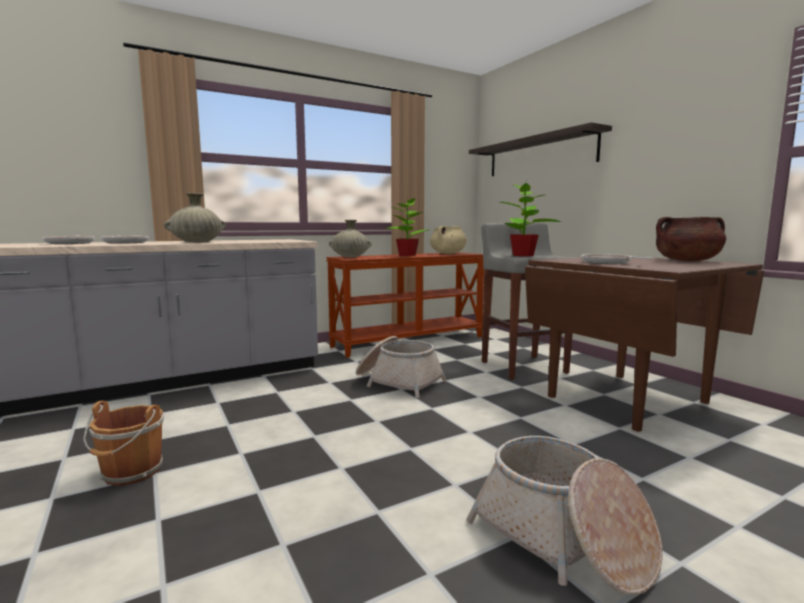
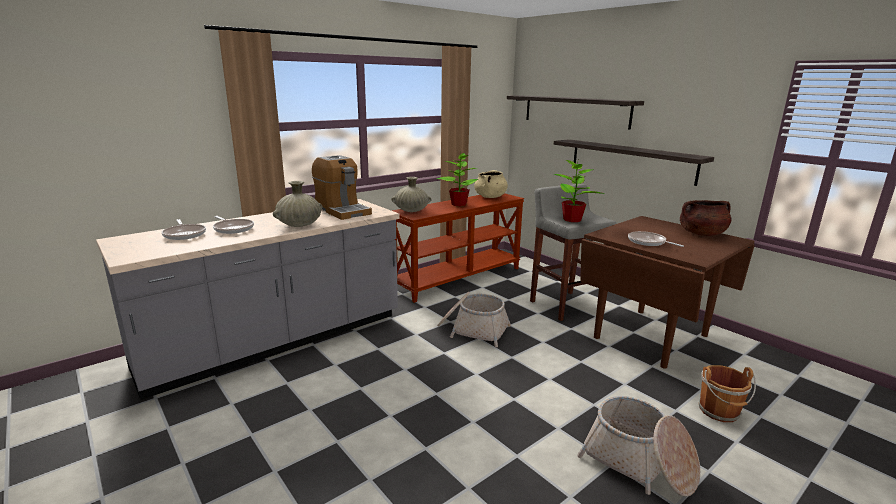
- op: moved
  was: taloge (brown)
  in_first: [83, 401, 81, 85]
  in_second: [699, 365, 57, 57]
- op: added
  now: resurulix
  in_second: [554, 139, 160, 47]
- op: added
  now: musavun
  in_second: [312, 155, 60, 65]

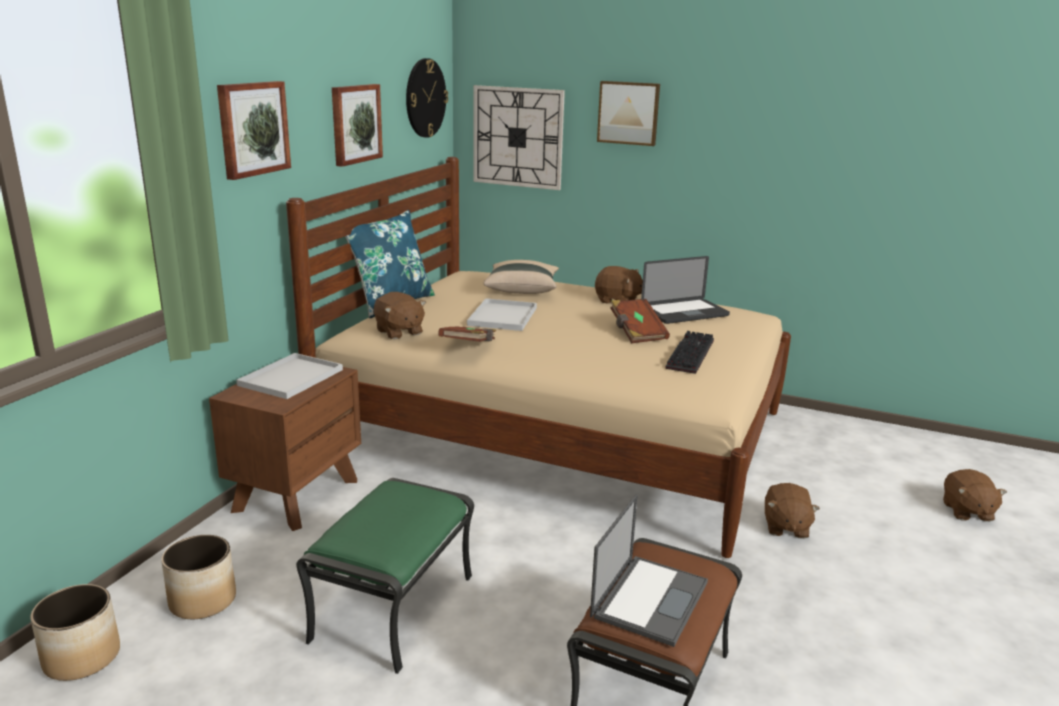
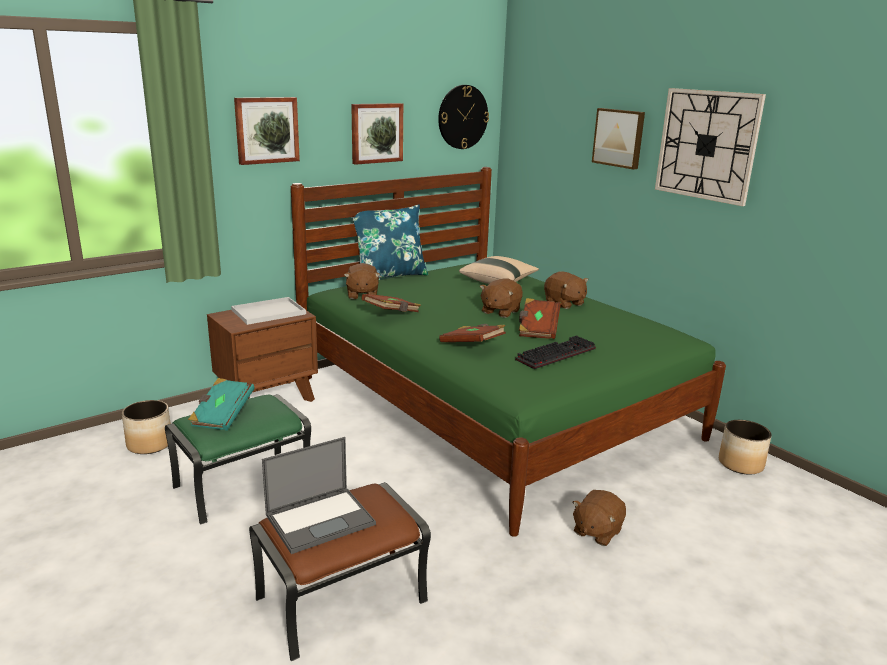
- op: moved
  was: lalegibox
  in_first: [473, 85, 92, 105]
  in_second: [655, 88, 111, 118]
- op: recoloured
  was: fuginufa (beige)
  now: fuginufa (green)
  in_first: [286, 157, 505, 401]
  in_second: [291, 167, 435, 370]
- op: removed
  was: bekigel
  in_first: [641, 256, 89, 68]
- op: removed
  was: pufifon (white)
  in_first: [467, 298, 70, 33]
- op: moved
  was: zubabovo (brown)
  in_first: [943, 469, 64, 53]
  in_second: [480, 279, 43, 39]
- op: moved
  was: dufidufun
  in_first: [30, 584, 90, 97]
  in_second: [719, 420, 53, 55]
- op: added
  now: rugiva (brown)
  in_second: [439, 324, 67, 18]
- op: added
  now: rugiva (turquoise)
  in_second: [188, 378, 67, 53]

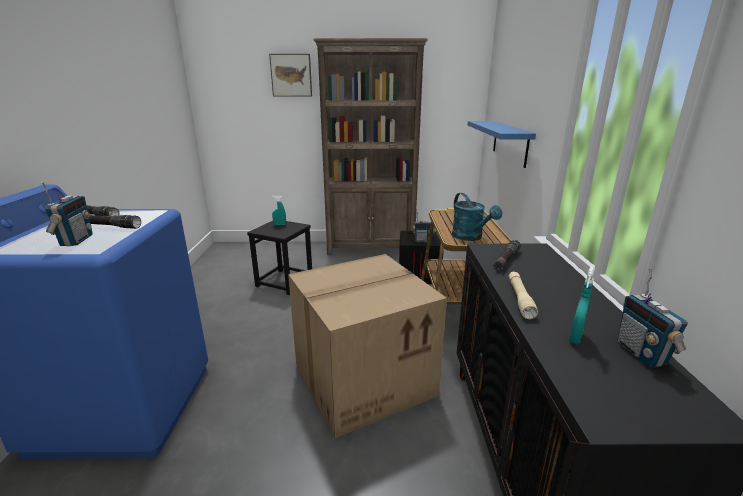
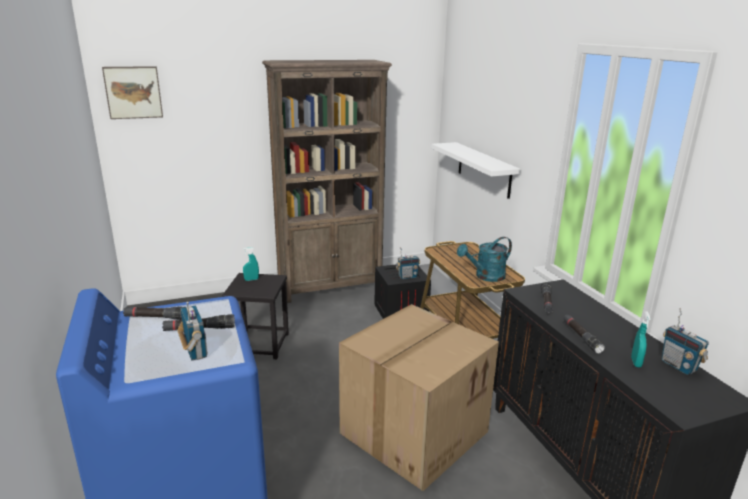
- op: moved
  was: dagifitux
  in_first: [269, 54, 43, 42]
  in_second: [102, 66, 61, 53]
- op: recoloured
  was: resurulix (blue)
  now: resurulix (white)
  in_first: [468, 121, 68, 47]
  in_second: [431, 142, 90, 57]
- op: turned
  was: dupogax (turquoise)
  in_first: [452, 193, 50, 48]
  in_second: [457, 237, 55, 45]
  clockwise: 105
- op: recoloured
  was: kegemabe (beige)
  now: kegemabe (black)
  in_first: [509, 272, 29, 47]
  in_second: [563, 315, 42, 39]

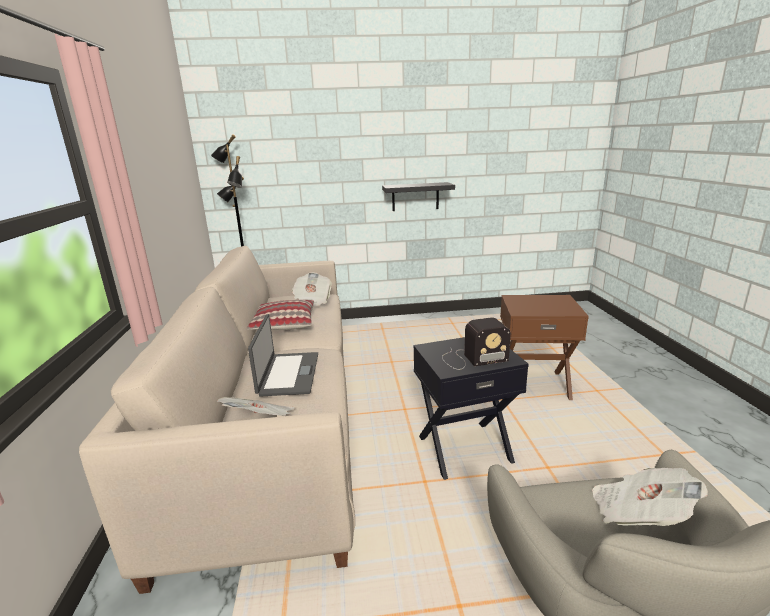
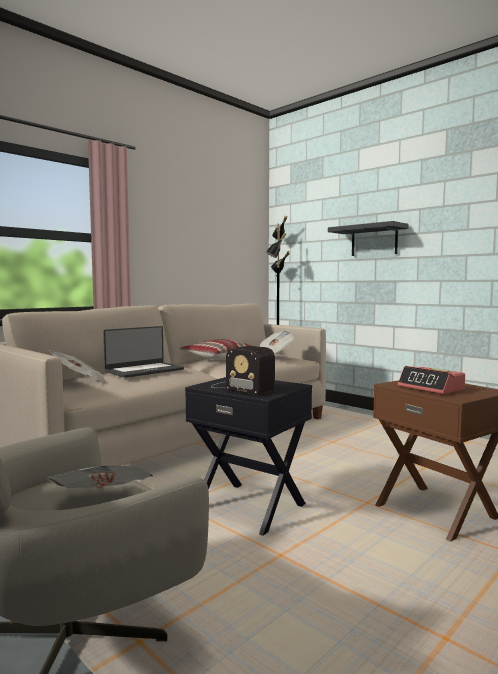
- op: moved
  was: resurulix (black)
  in_first: [382, 182, 73, 29]
  in_second: [328, 221, 80, 35]
- op: added
  now: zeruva
  in_second: [398, 366, 67, 28]

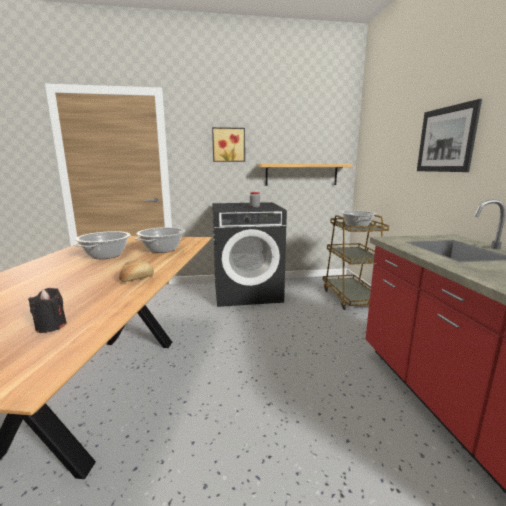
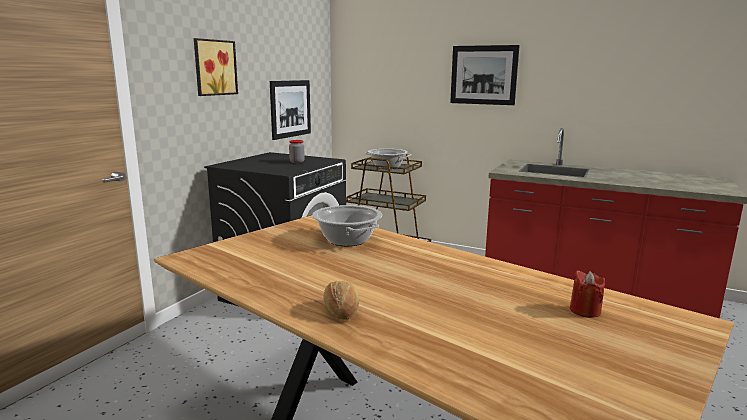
- op: replaced
  was: resurulix
  now: dagifitux
  in_first: [258, 164, 94, 22]
  in_second: [270, 80, 41, 60]
- op: removed
  was: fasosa
  in_first: [74, 231, 57, 28]
- op: moved
  was: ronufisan
  in_first: [119, 260, 35, 22]
  in_second: [323, 281, 36, 39]
- op: recoloured
  was: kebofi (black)
  now: kebofi (red)
  in_first: [28, 288, 39, 45]
  in_second: [570, 270, 35, 48]

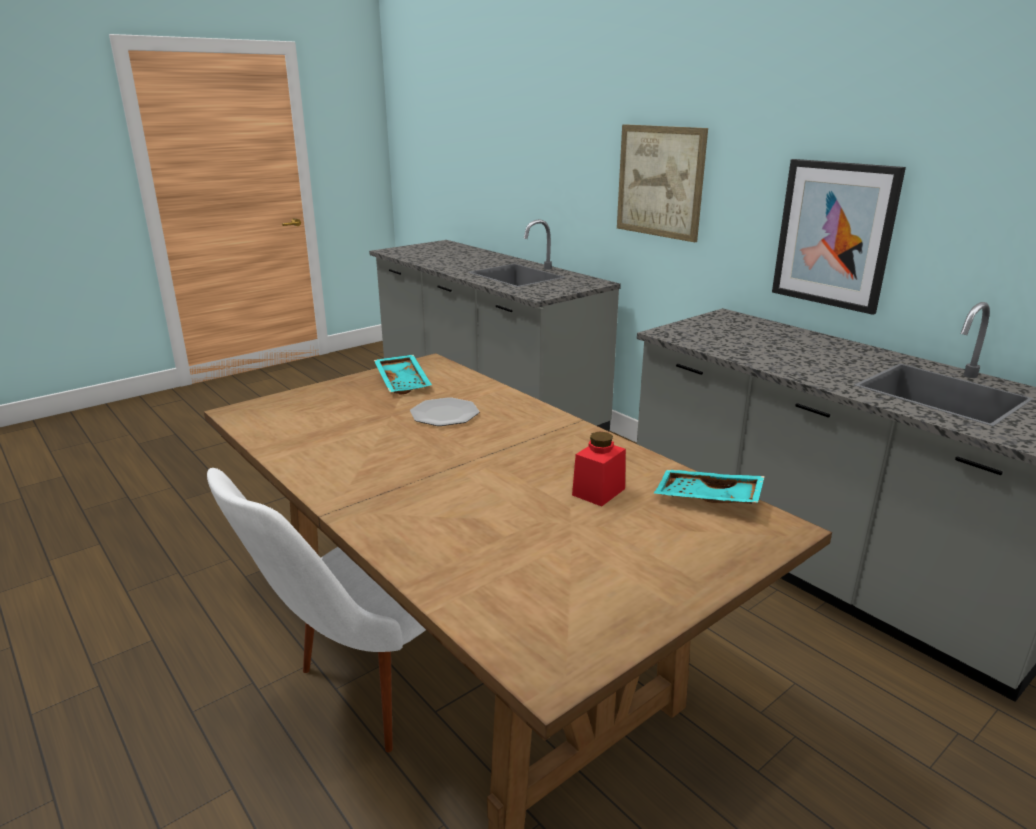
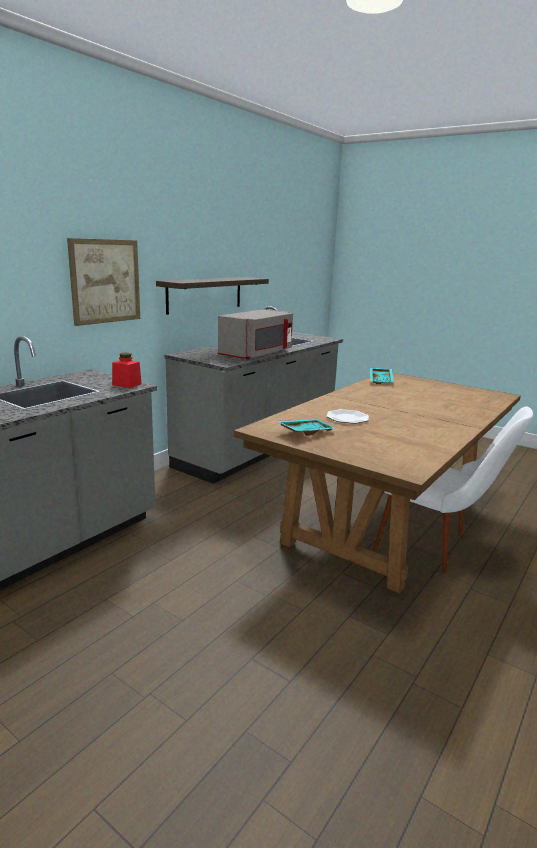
- op: replaced
  was: dagifitux
  now: resurulix
  in_first: [772, 159, 134, 156]
  in_second: [156, 277, 113, 38]
- op: moved
  was: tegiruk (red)
  in_first: [572, 431, 54, 76]
  in_second: [112, 353, 30, 35]
- op: added
  now: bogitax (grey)
  in_second: [218, 309, 75, 51]

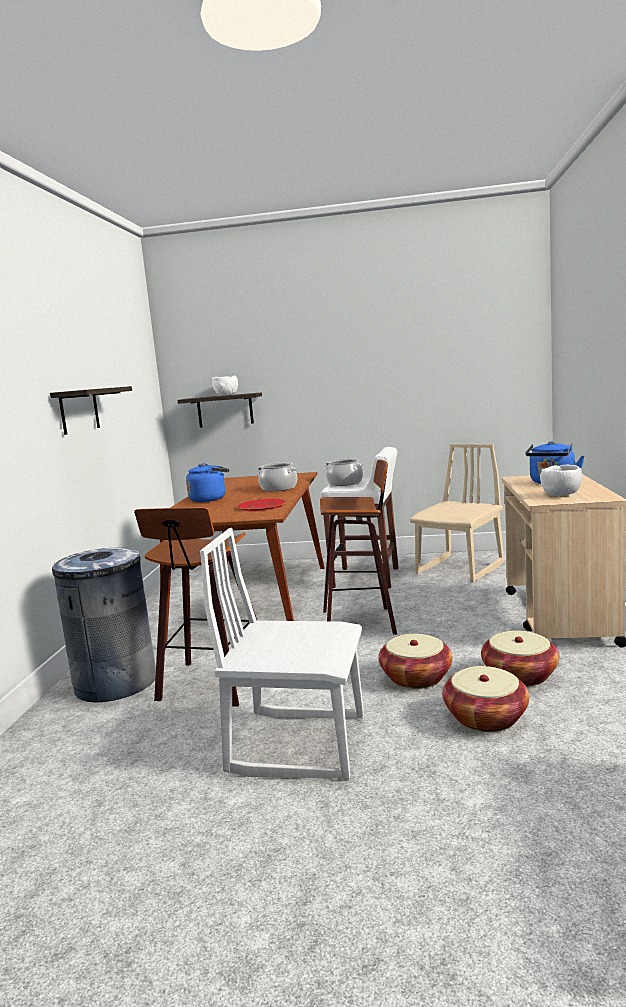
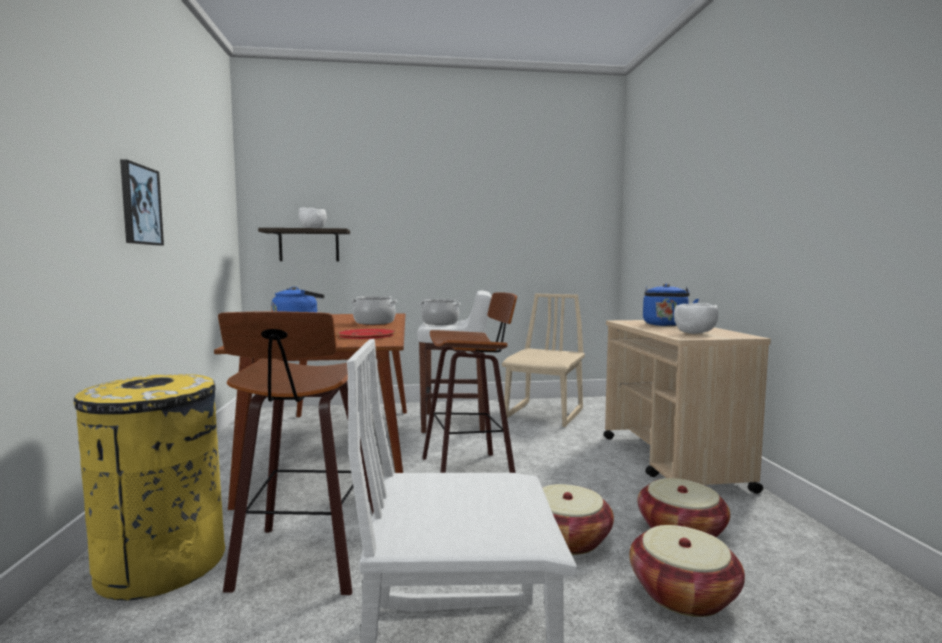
- op: replaced
  was: resurulix
  now: dagifitux
  in_first: [50, 386, 82, 49]
  in_second: [120, 159, 44, 87]
- op: recoloured
  was: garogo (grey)
  now: garogo (yellow)
  in_first: [52, 547, 104, 155]
  in_second: [74, 374, 151, 226]

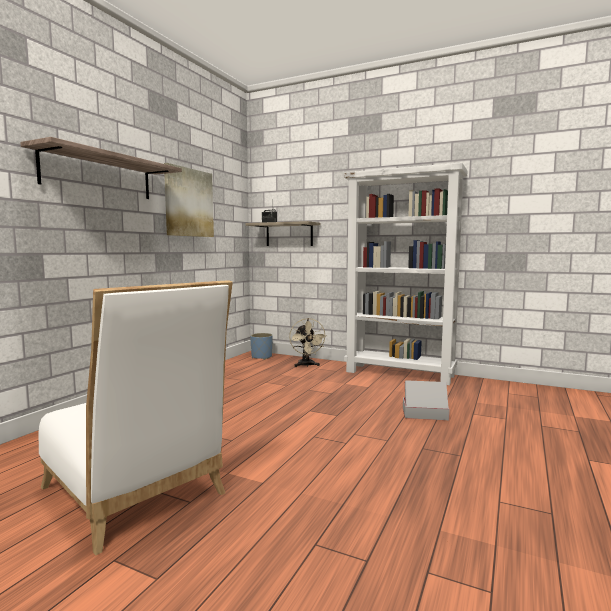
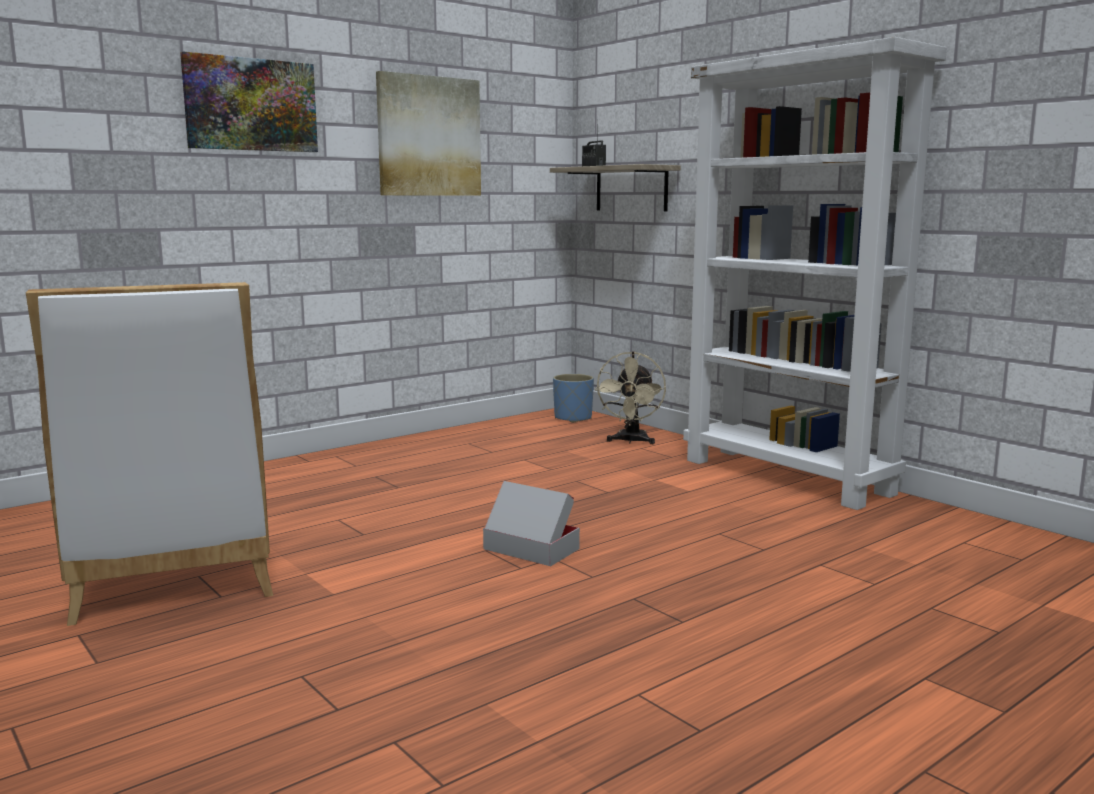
- op: replaced
  was: resurulix
  now: dagifitux
  in_first: [20, 137, 162, 62]
  in_second: [180, 51, 138, 101]
- op: moved
  was: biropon
  in_first: [403, 380, 47, 40]
  in_second: [483, 481, 97, 85]

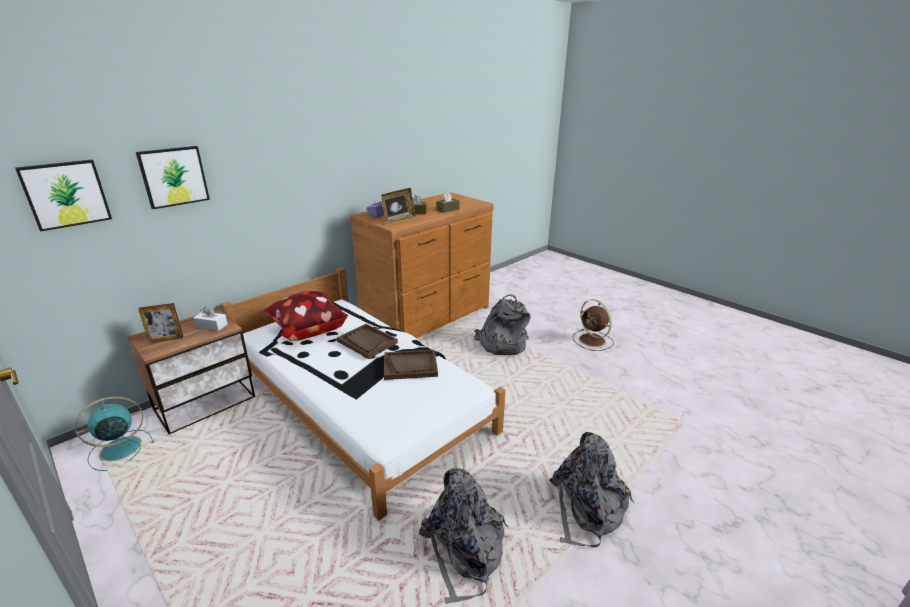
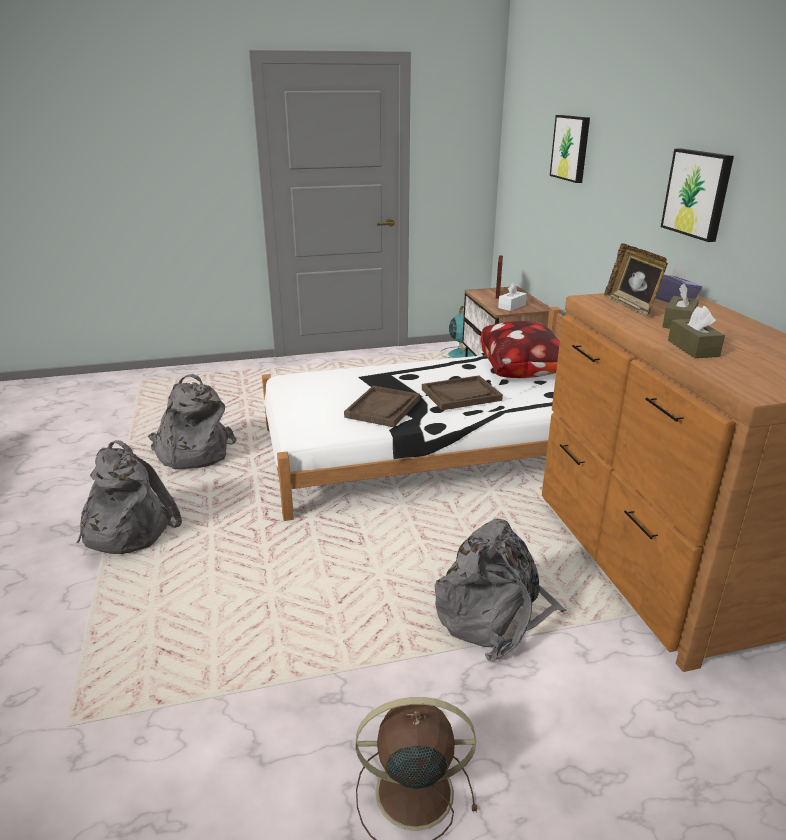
- op: moved
  was: dagifitux
  in_first: [15, 160, 97, 72]
  in_second: [661, 149, 73, 93]

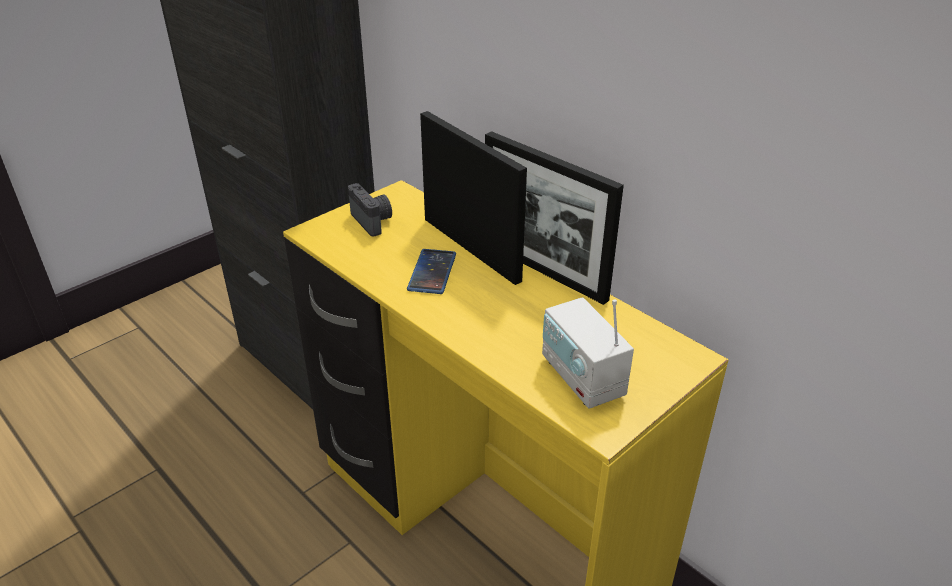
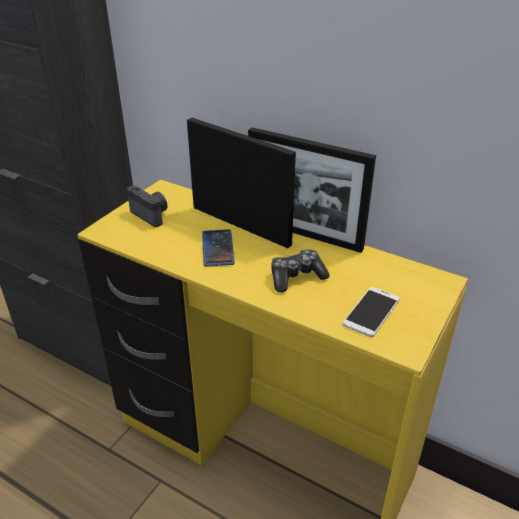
- op: replaced
  was: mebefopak
  now: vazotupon
  in_first: [542, 297, 92, 112]
  in_second: [343, 287, 57, 50]
- op: added
  now: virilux
  in_second: [271, 249, 59, 43]

